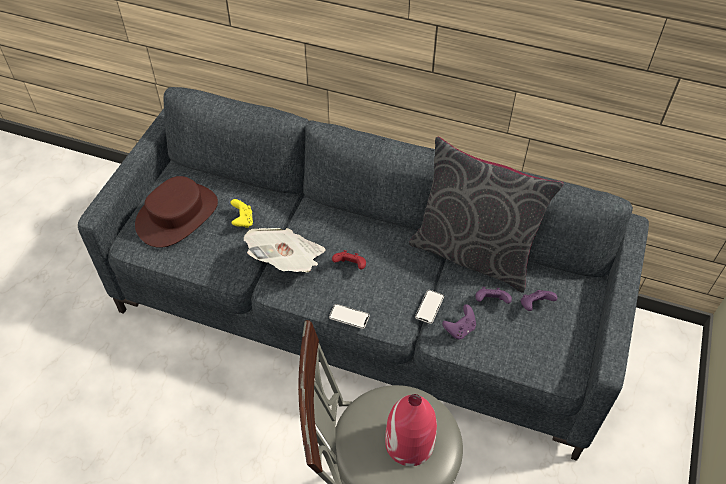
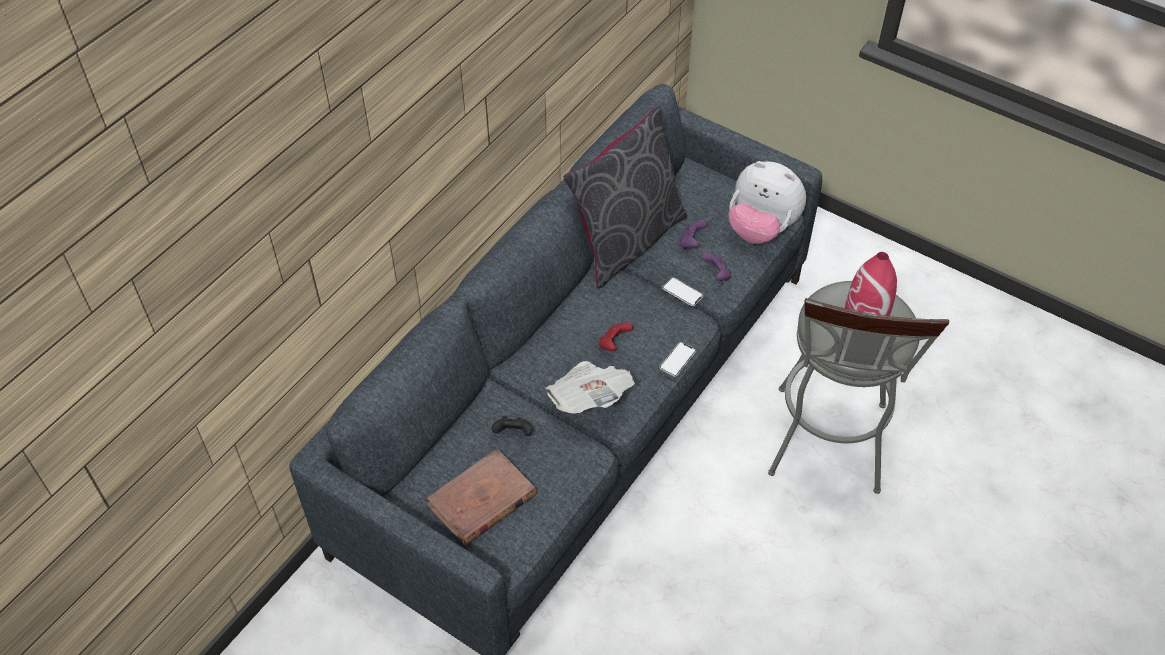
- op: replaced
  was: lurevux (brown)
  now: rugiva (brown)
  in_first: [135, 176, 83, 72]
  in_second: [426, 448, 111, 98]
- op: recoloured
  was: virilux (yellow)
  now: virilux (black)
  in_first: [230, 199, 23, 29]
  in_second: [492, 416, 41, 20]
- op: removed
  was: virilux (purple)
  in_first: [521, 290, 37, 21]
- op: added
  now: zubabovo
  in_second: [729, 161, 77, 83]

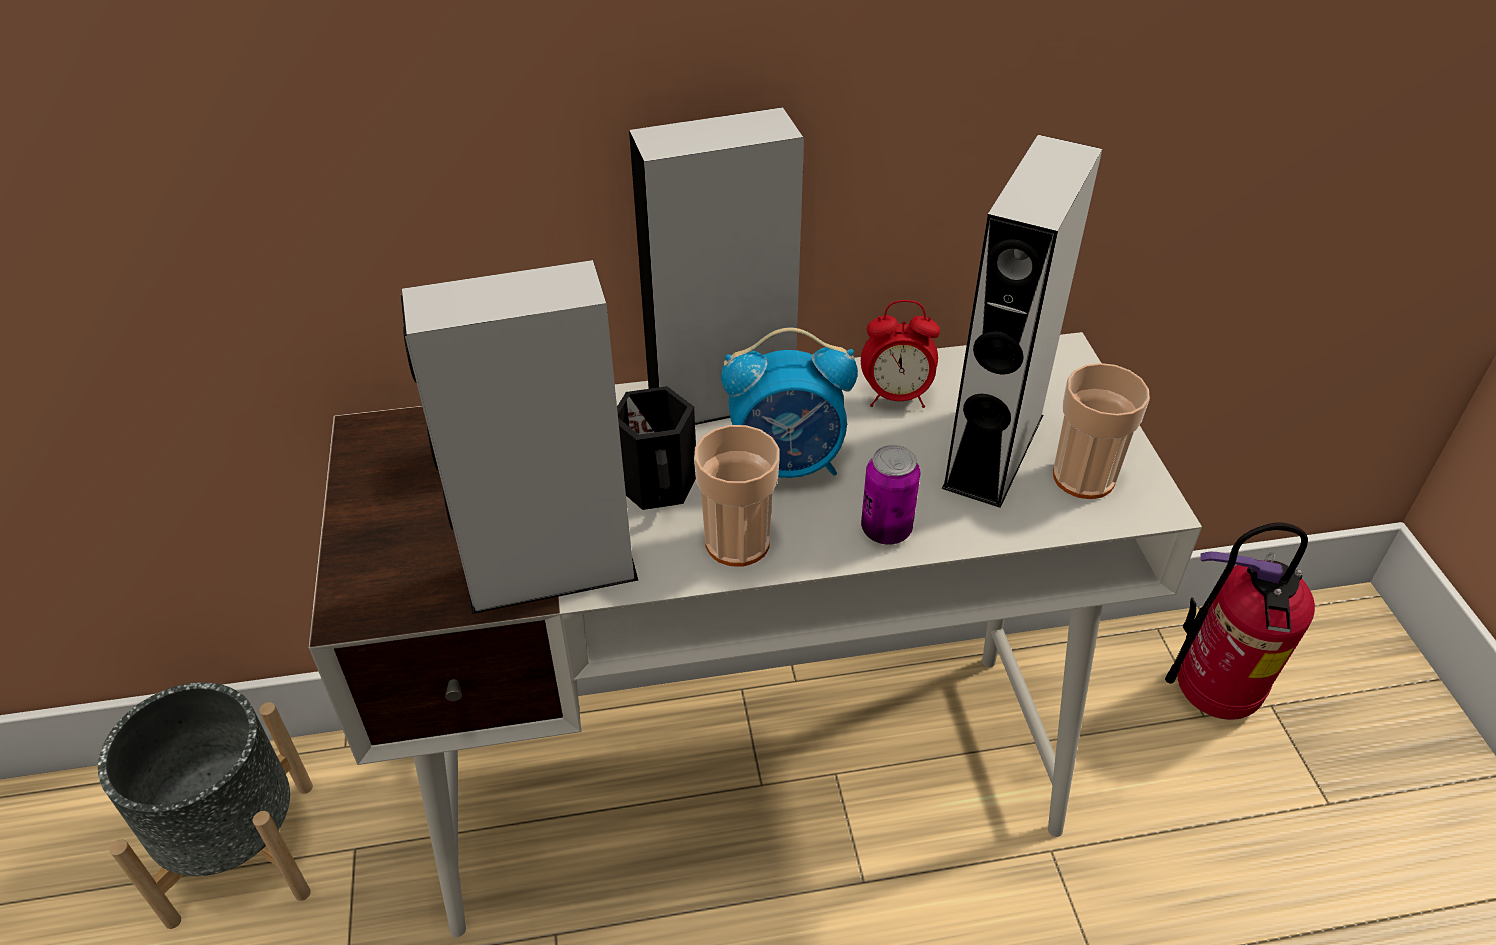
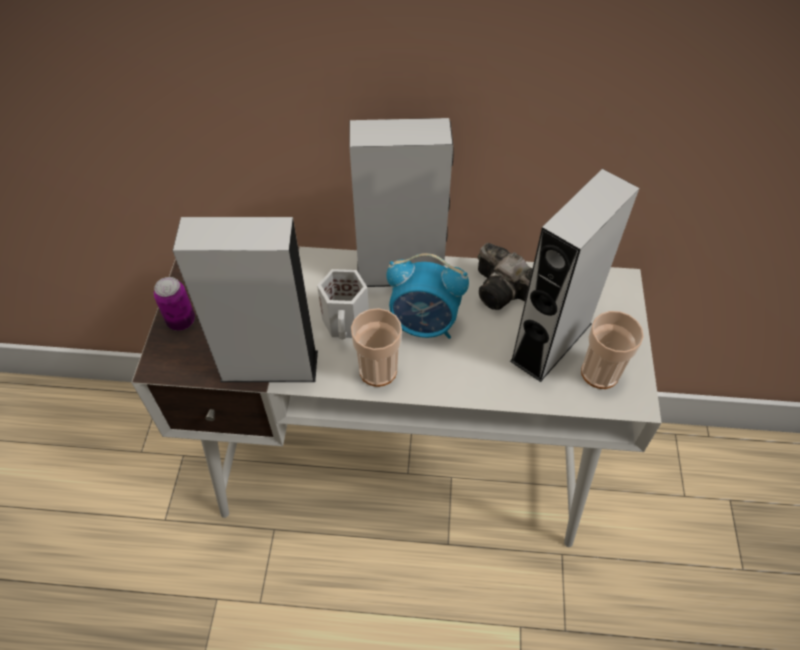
- op: replaced
  was: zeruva
  now: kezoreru
  in_first: [861, 300, 79, 108]
  in_second: [478, 243, 55, 67]
- op: recoloured
  was: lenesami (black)
  now: lenesami (white)
  in_first: [617, 386, 79, 124]
  in_second: [317, 269, 52, 71]
- op: moved
  was: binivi
  in_first: [861, 445, 59, 100]
  in_second: [154, 277, 41, 54]
- op: removed
  was: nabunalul
  in_first: [1165, 522, 150, 198]
- op: removed
  was: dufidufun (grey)
  in_first: [98, 682, 215, 247]

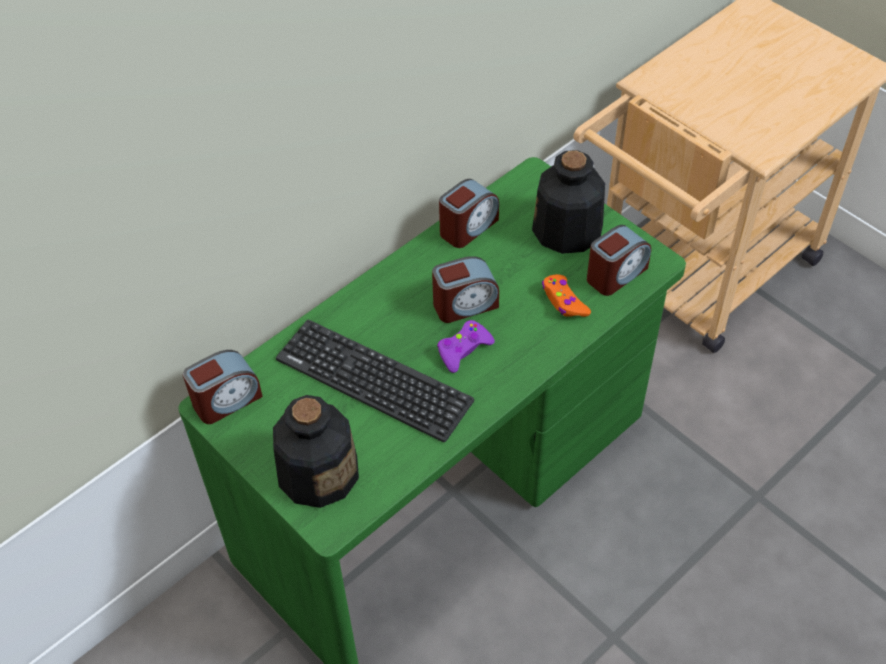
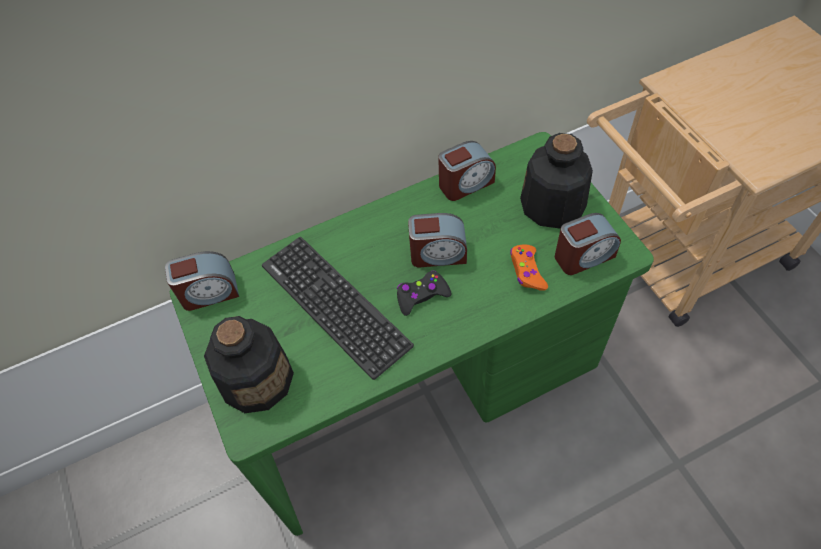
- op: recoloured
  was: virilux (purple)
  now: virilux (black)
  in_first: [437, 320, 58, 53]
  in_second: [397, 271, 54, 45]

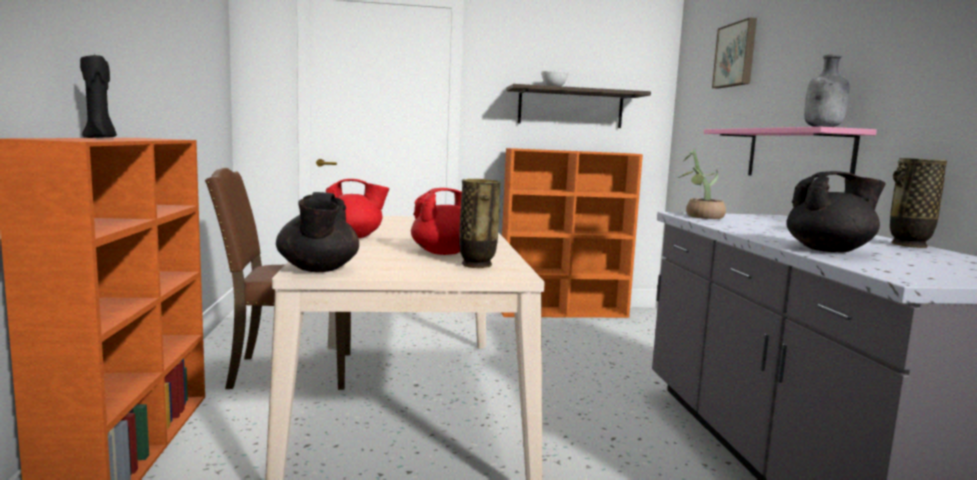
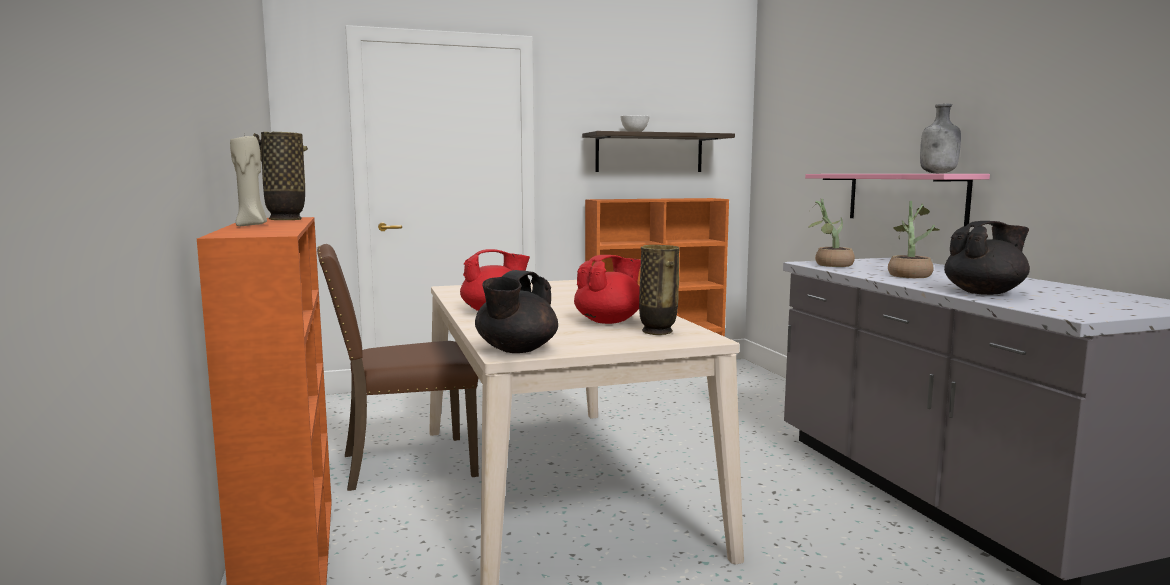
- op: removed
  was: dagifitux
  in_first: [712, 18, 45, 71]
- op: recoloured
  was: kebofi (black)
  now: kebofi (beige)
  in_first: [80, 55, 37, 83]
  in_second: [230, 136, 37, 90]
- op: moved
  was: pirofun
  in_first: [890, 158, 57, 90]
  in_second: [253, 132, 55, 88]
- op: turned
  was: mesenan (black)
  in_first: [276, 192, 83, 80]
  in_second: [475, 270, 83, 83]
  clockwise: 45
- op: added
  now: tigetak
  in_second: [888, 201, 51, 77]

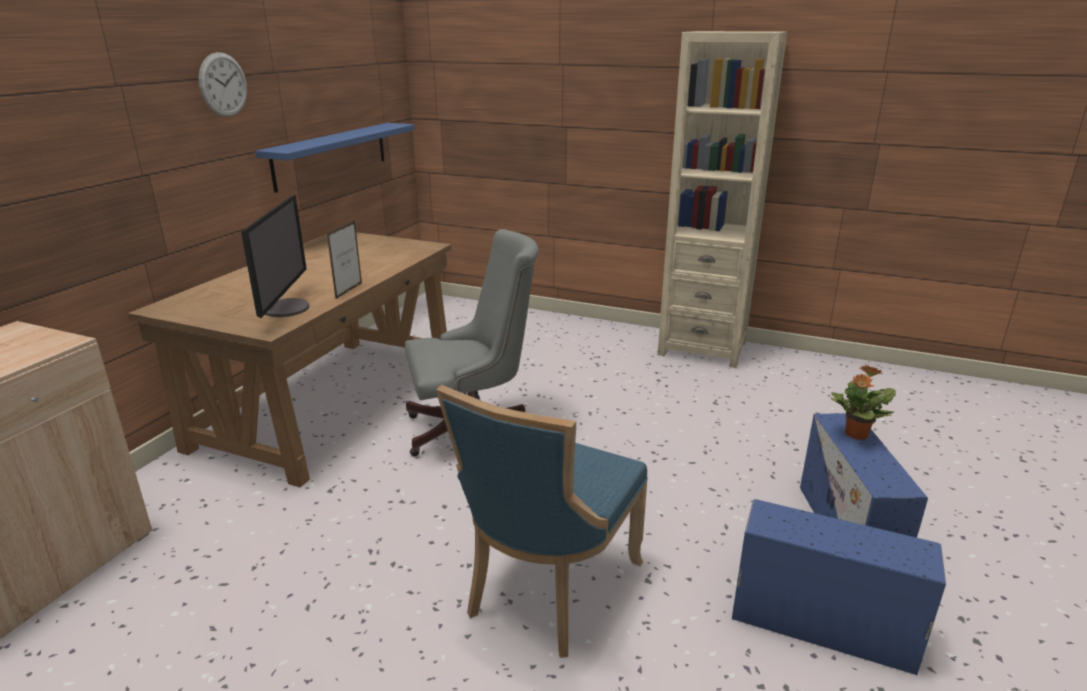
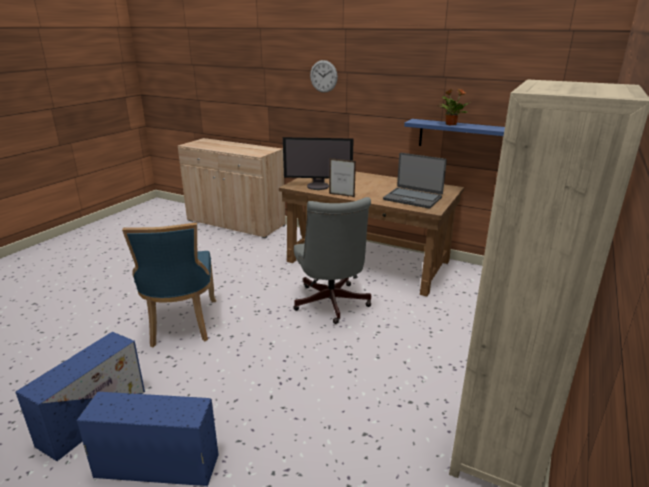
- op: moved
  was: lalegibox
  in_first: [198, 52, 49, 65]
  in_second: [310, 60, 28, 33]
- op: moved
  was: tigetak
  in_first: [830, 365, 66, 75]
  in_second: [439, 89, 30, 36]
- op: turned
  was: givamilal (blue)
  in_first: [436, 385, 212, 273]
  in_second: [122, 222, 94, 125]
  clockwise: -135
- op: added
  now: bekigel
  in_second: [383, 153, 64, 55]

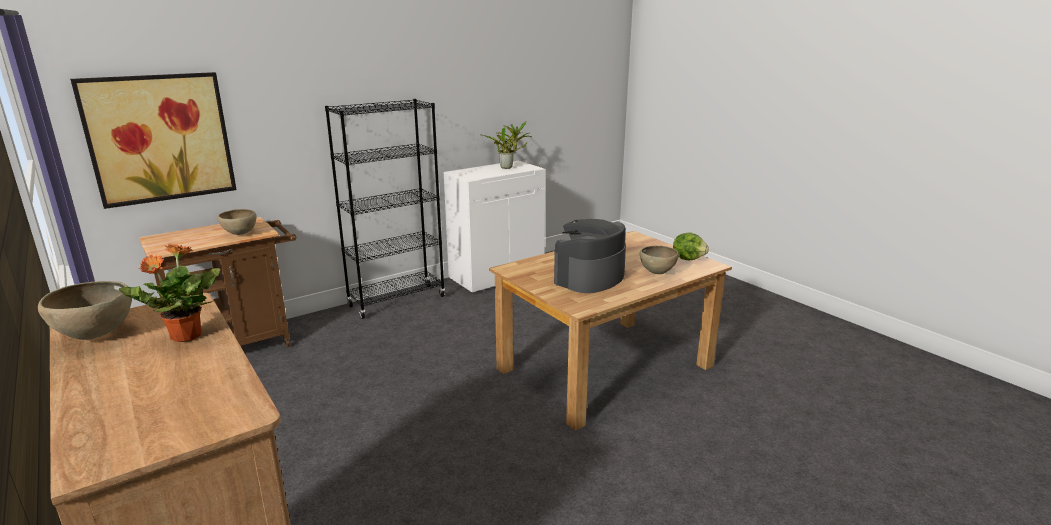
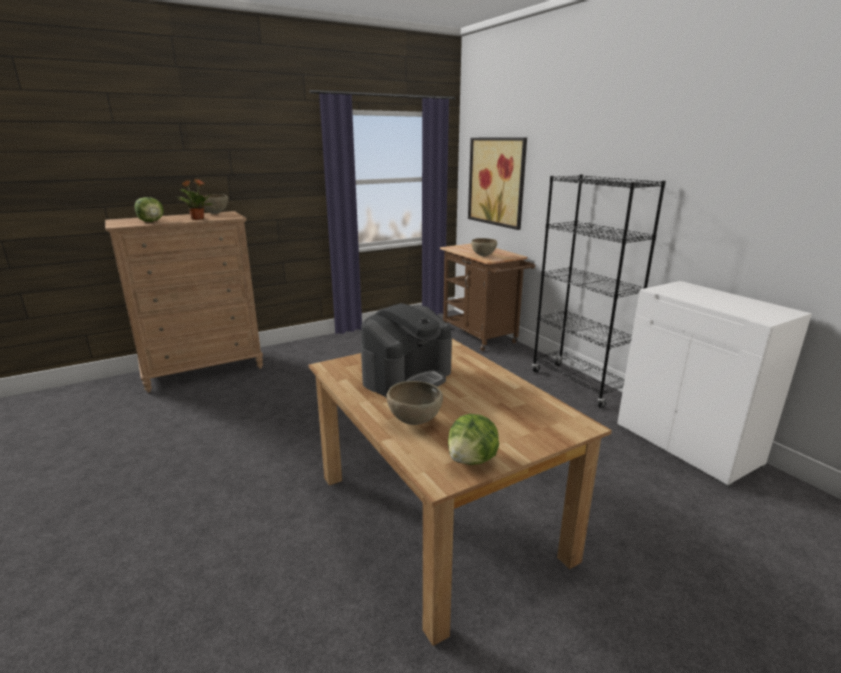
- op: removed
  was: tigetak
  in_first: [483, 121, 49, 48]
- op: turned
  was: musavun
  in_first: [554, 219, 72, 74]
  in_second: [361, 303, 91, 94]
  clockwise: 90
- op: added
  now: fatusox
  in_second: [134, 197, 30, 25]

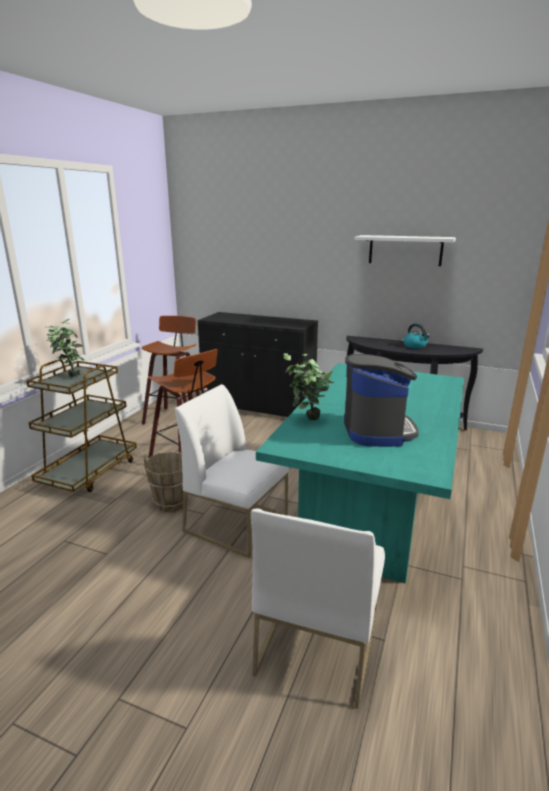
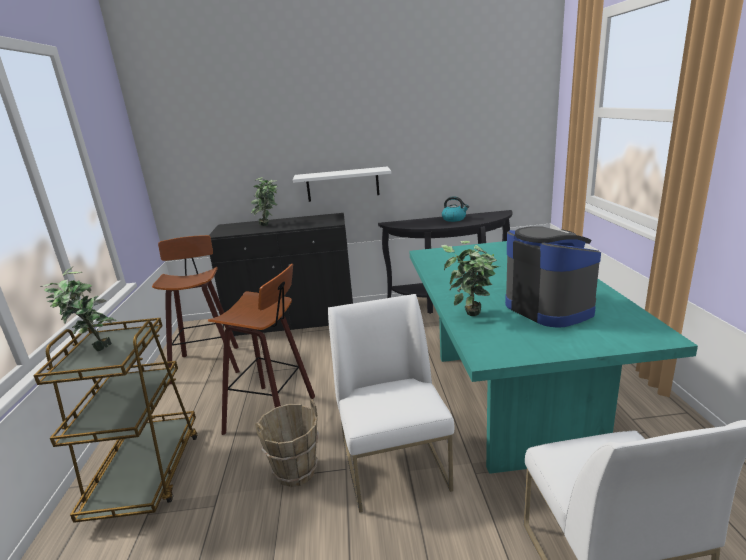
- op: moved
  was: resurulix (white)
  in_first: [354, 235, 102, 31]
  in_second: [293, 166, 98, 36]
- op: turned
  was: givamilal (white)
  in_first: [175, 384, 114, 174]
  in_second: [328, 294, 126, 219]
  clockwise: 75
- op: added
  now: tigetak
  in_second: [251, 178, 27, 48]

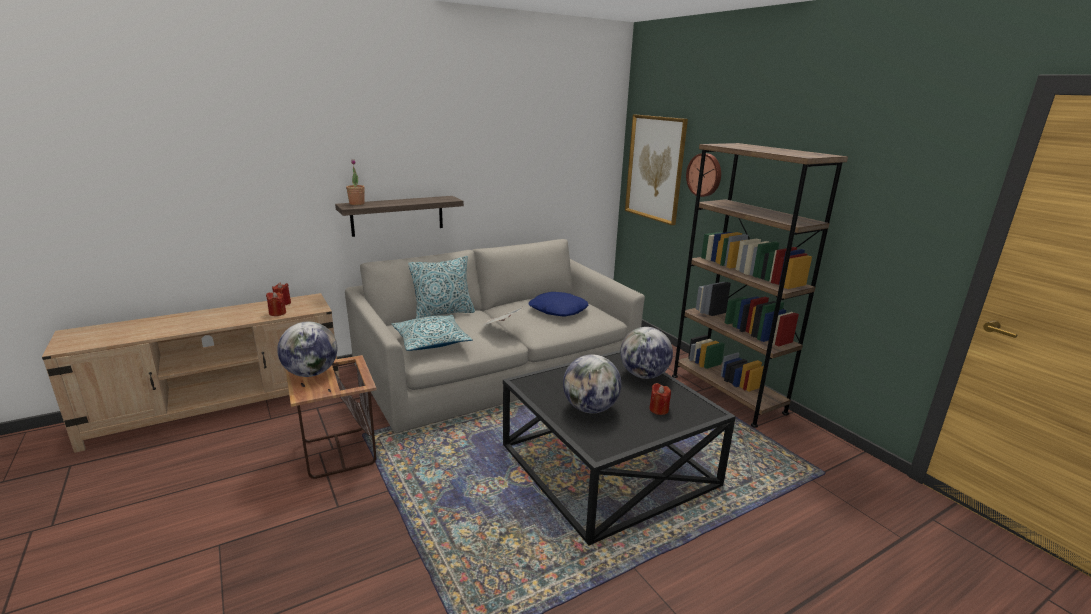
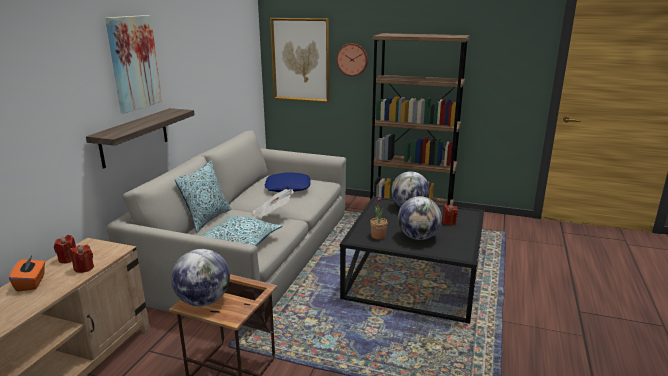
- op: moved
  was: tigetak
  in_first: [346, 159, 19, 46]
  in_second: [370, 197, 18, 42]
- op: added
  now: dagifitux
  in_second: [105, 15, 57, 98]
- op: added
  now: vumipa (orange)
  in_second: [9, 256, 36, 36]

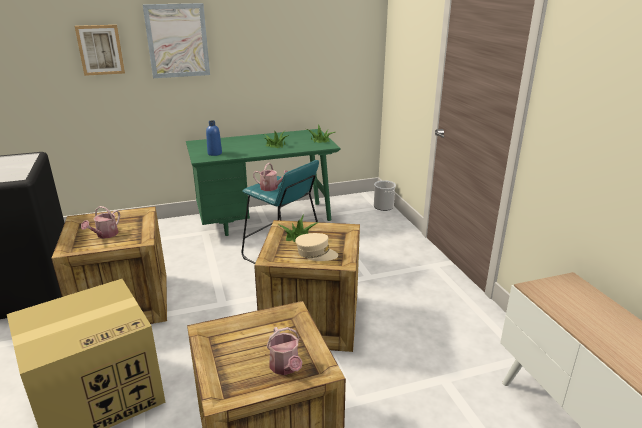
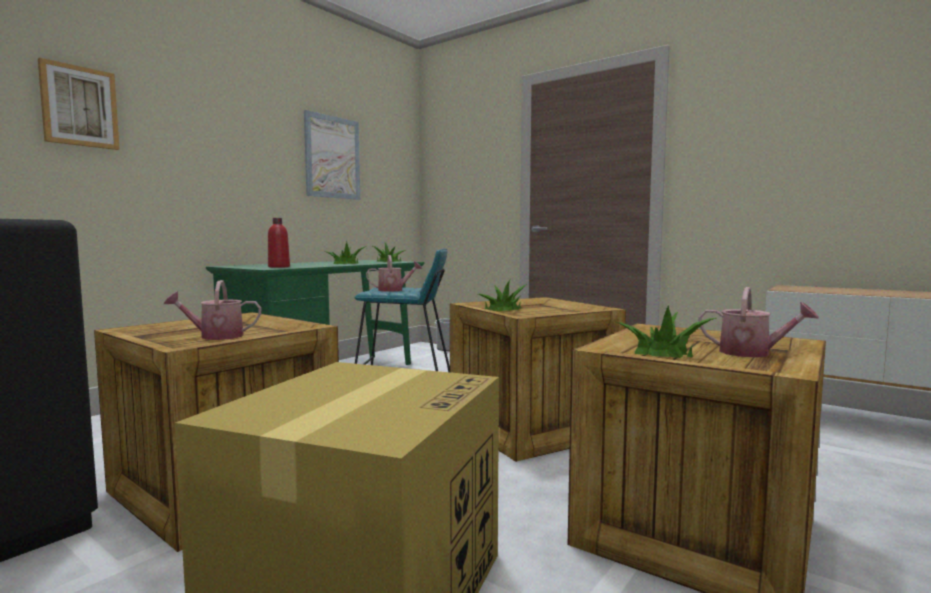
- op: moved
  was: dagifitux
  in_first: [143, 3, 67, 75]
  in_second: [304, 110, 56, 90]
- op: recoloured
  was: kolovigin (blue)
  now: kolovigin (red)
  in_first: [206, 120, 16, 36]
  in_second: [268, 218, 22, 50]
- op: turned
  was: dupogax
  in_first: [81, 206, 39, 33]
  in_second: [164, 280, 97, 60]
  clockwise: 90
- op: removed
  was: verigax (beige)
  in_first: [295, 233, 43, 28]
- op: added
  now: tigetak
  in_second: [619, 305, 97, 53]

